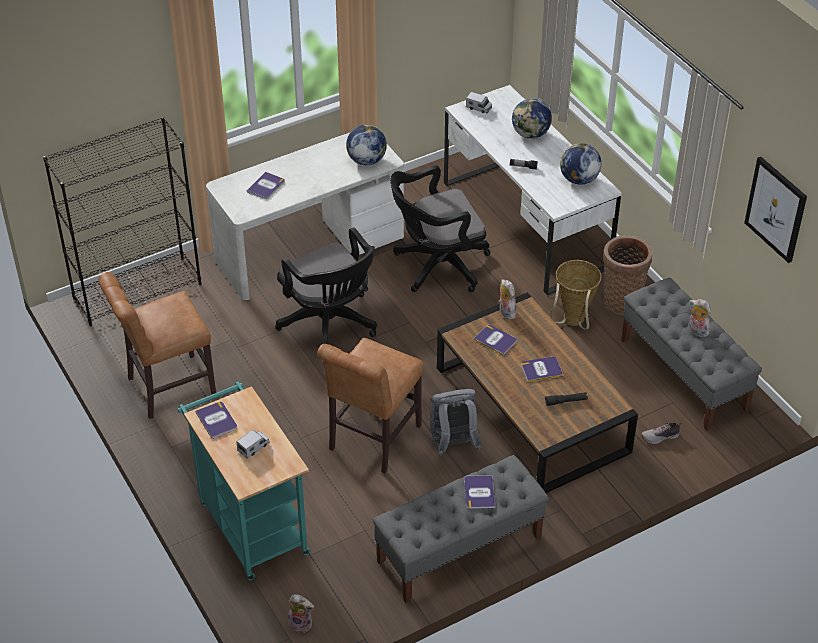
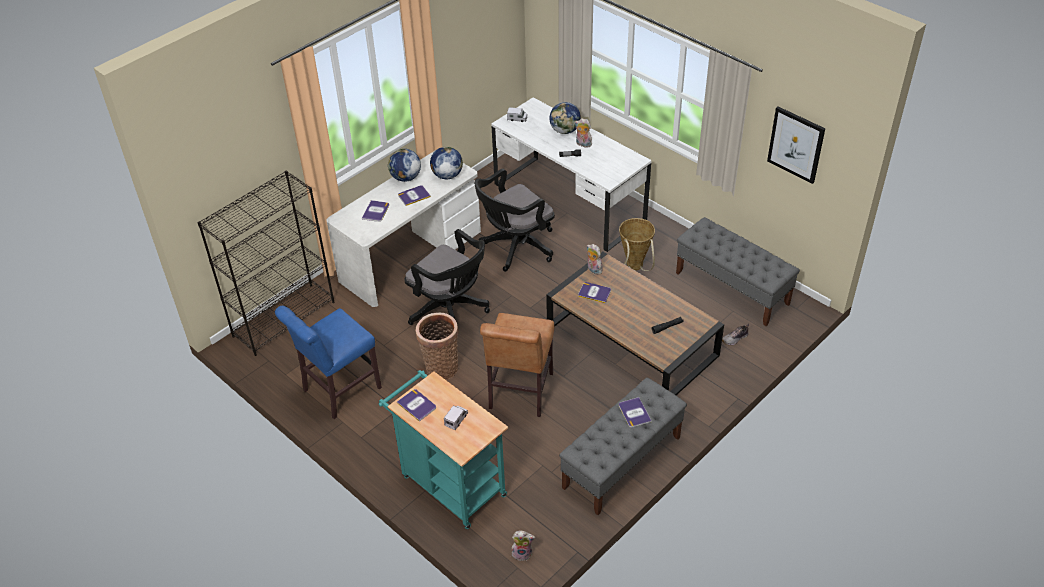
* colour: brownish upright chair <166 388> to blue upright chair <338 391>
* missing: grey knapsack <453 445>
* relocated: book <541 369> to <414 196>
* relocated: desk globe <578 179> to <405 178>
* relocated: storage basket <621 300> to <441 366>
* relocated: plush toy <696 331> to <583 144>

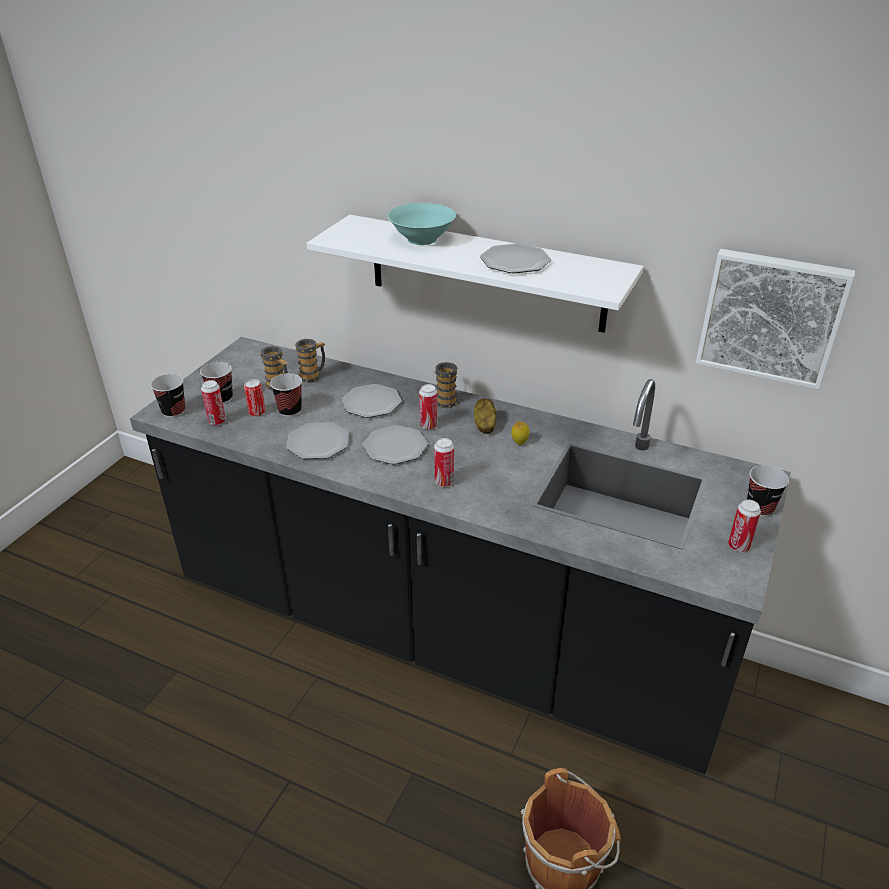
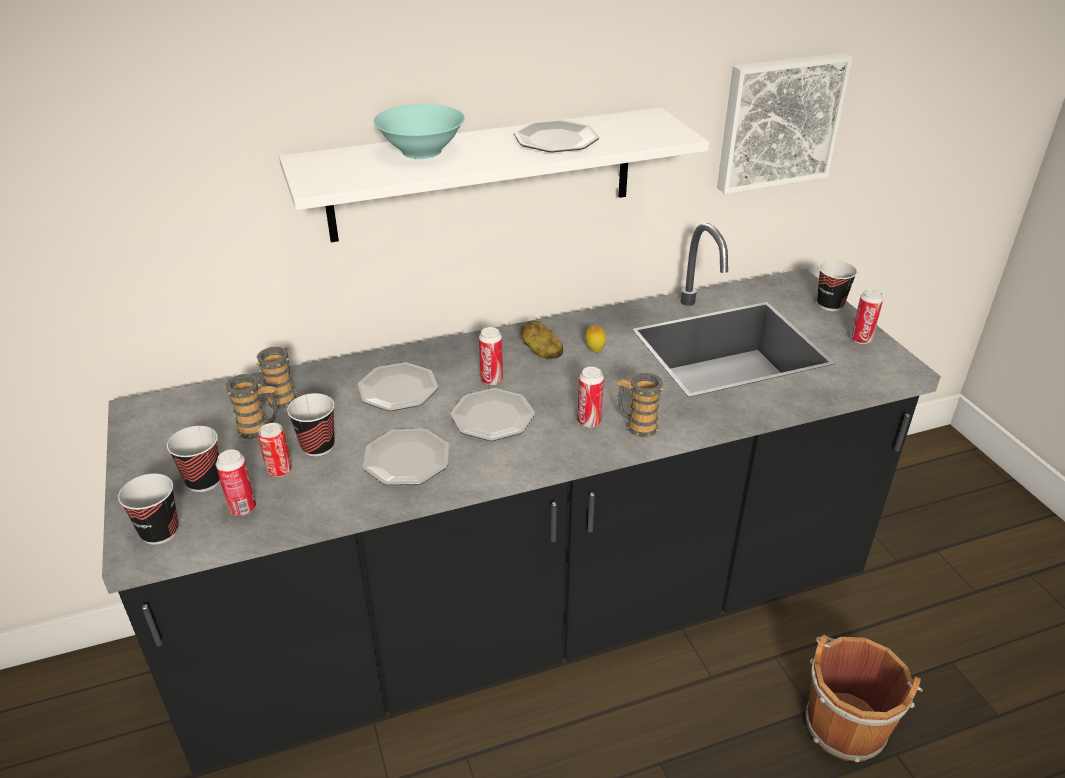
* relocated: mug <445 400> to <636 426>

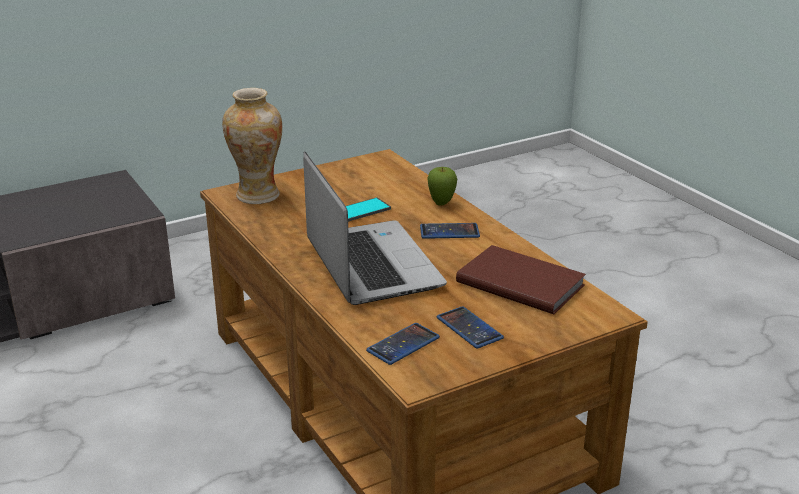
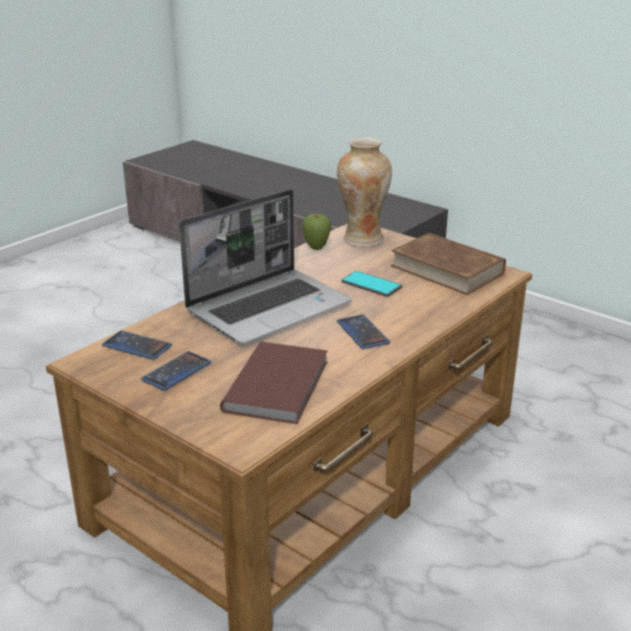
* relocated: apple fruit <441 204> to <316 249>
* appeared: brownish book <446 269>

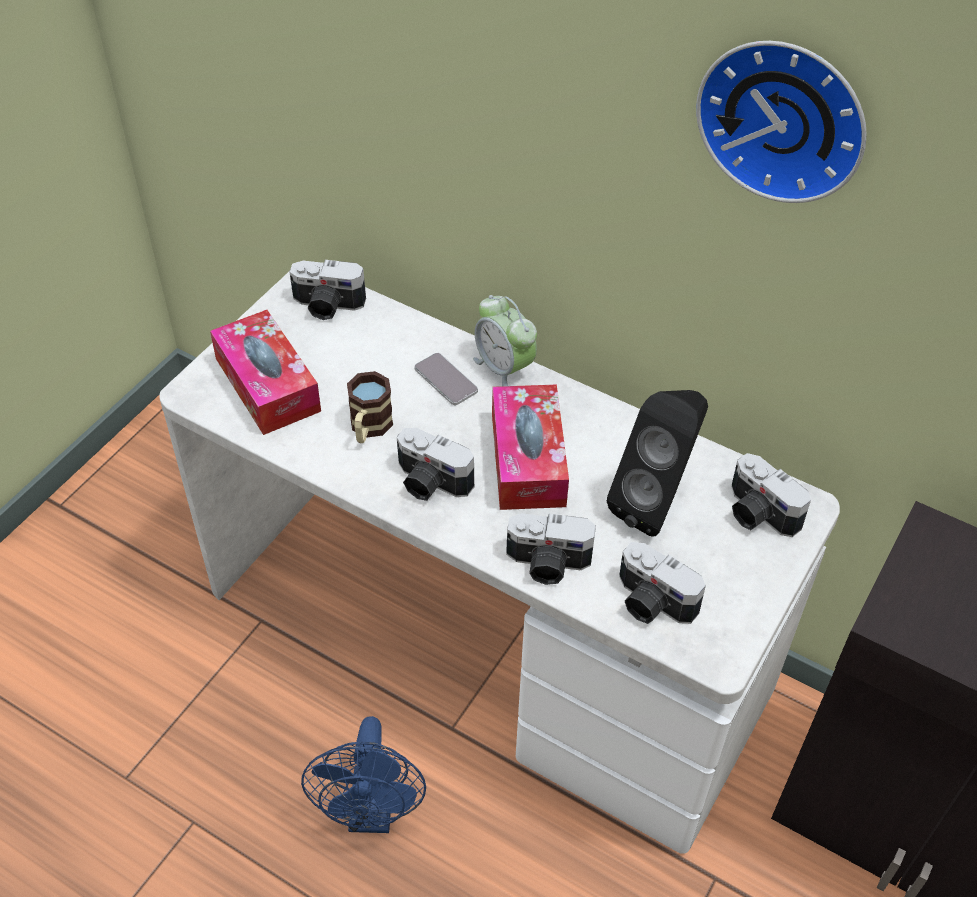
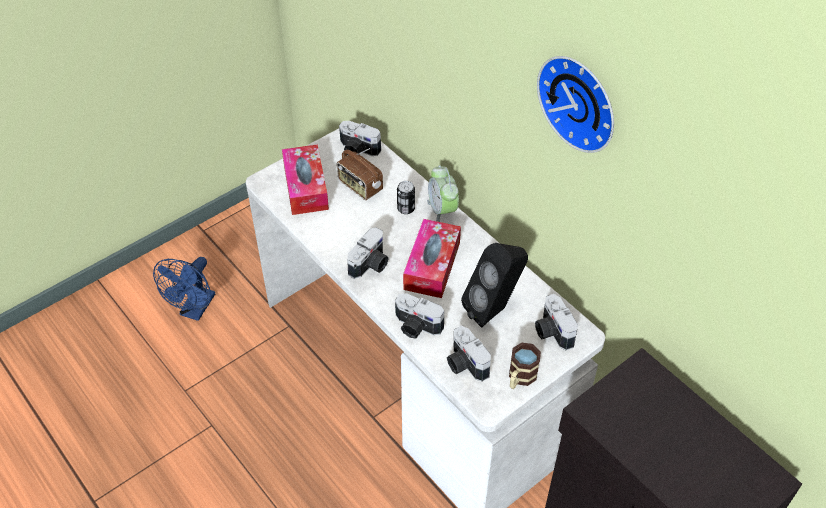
* relocated: blue fan <372 813> to <195 310>
* relocated: mug <369 428> to <520 378>
* spun: still camera <430 483> = <371 265> 105 degrees counterclockwise
* exchanged: handset <446 380> to metal can <406 209>
* appeared: radio <359 186>

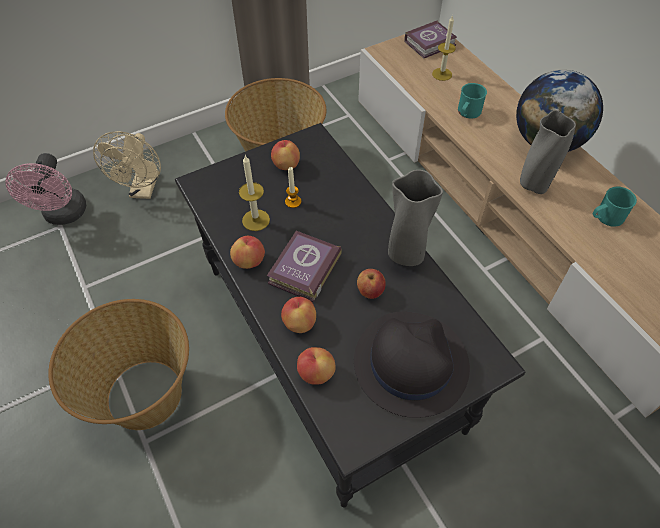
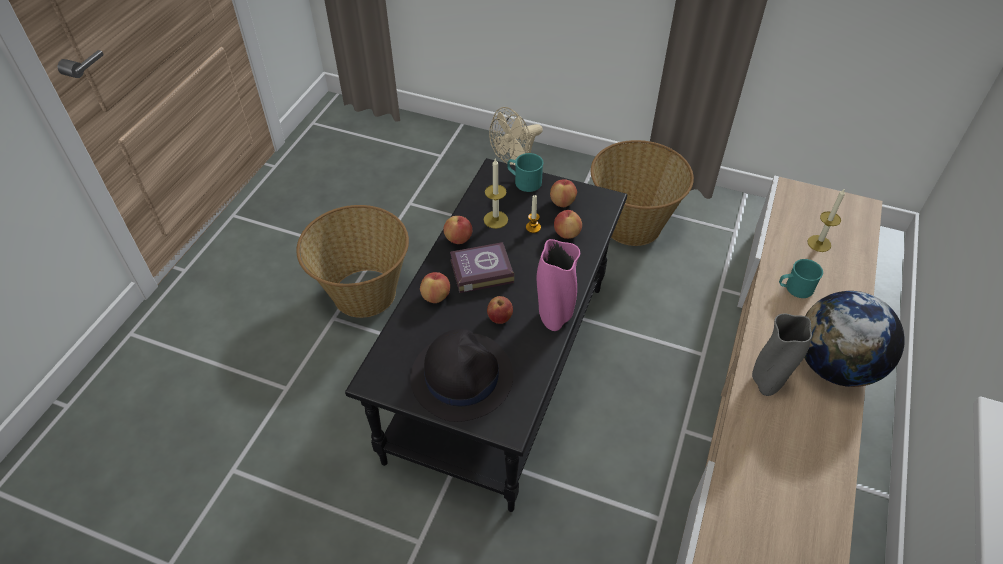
* missing: pink fan <64 215>
* relocated: apple fruit <316 373> to <567 233>
* colour: grey decorative vase <406 255> to pink decorative vase <554 319>
* missing: book <431 43>
* relocated: turquoise mug <606 217> to <524 181>

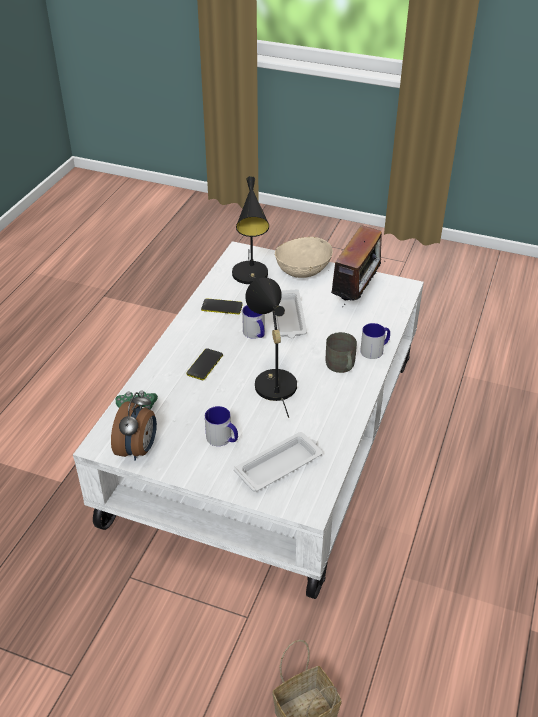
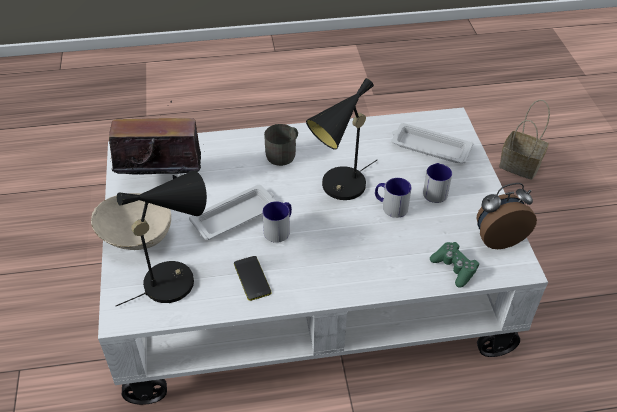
* missing: handset <204 364>
* relocated: mug <375 350> to <390 206>

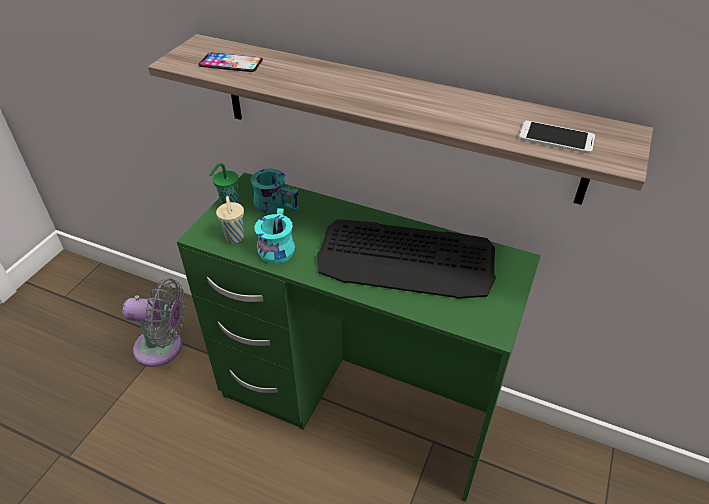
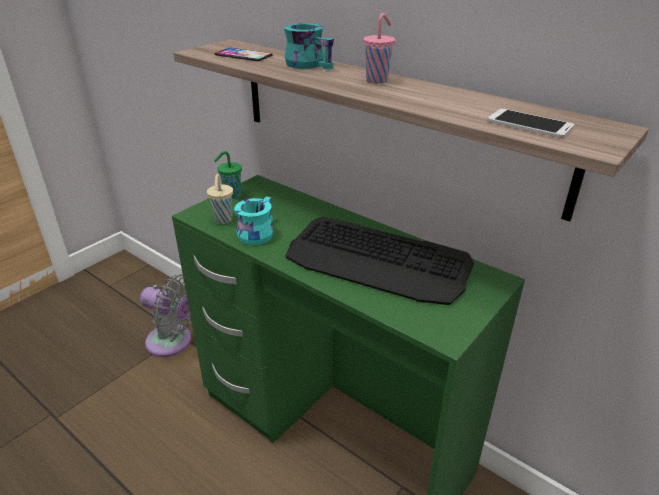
* relocated: turquoise mug <277 203> to <311 64>
* appeared: pink small cup <378 80>

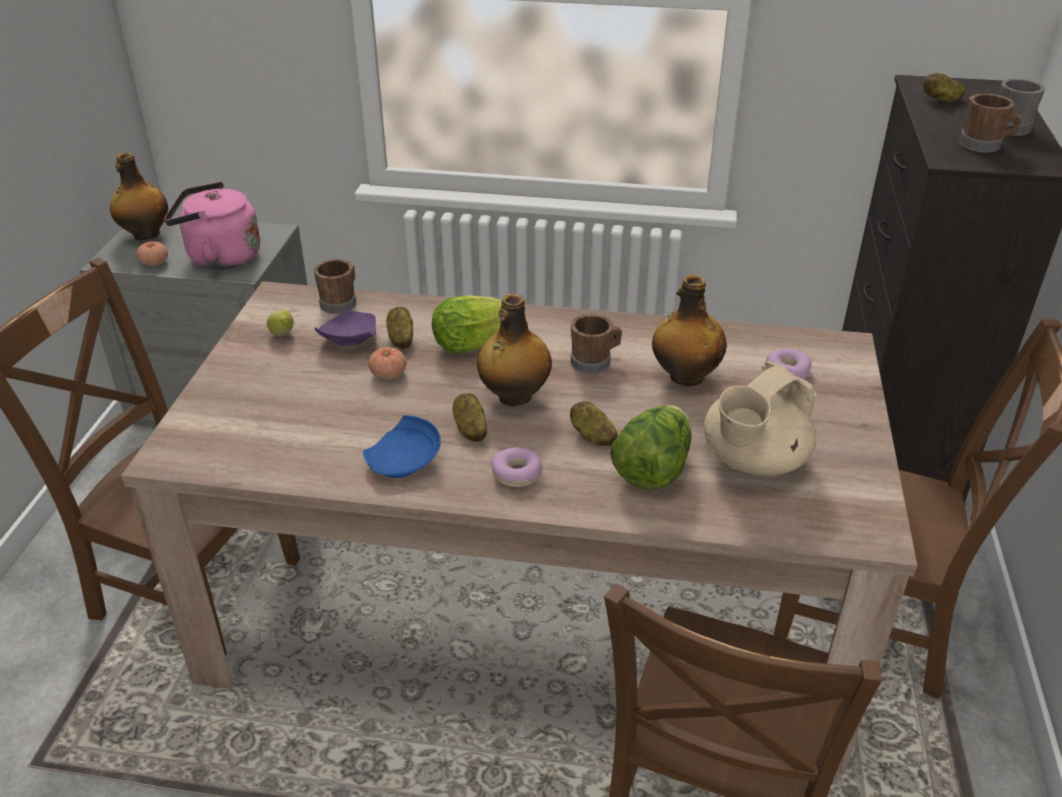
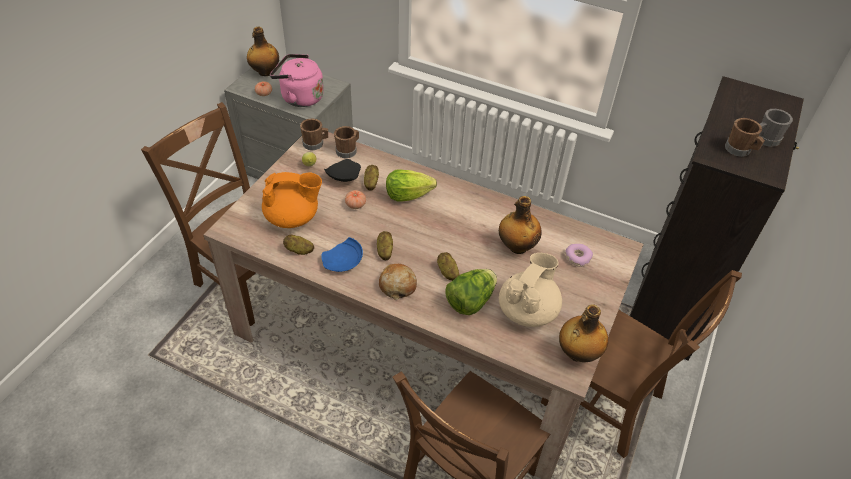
* colour: purple plate <348 339> to blackish plate <343 176>
* relocated: drink bottle <513 397> to <577 353>
* exchanged: donut <517 474> to bakery bread <397 285>
* relocated: brownish mug <595 362> to <315 144>
* spun: beige-coloured teapot <753 461> = <527 310> 150 degrees clockwise
* relocated: whole potato <941 100> to <299 250>
* appeared: orange teapot <293 218>

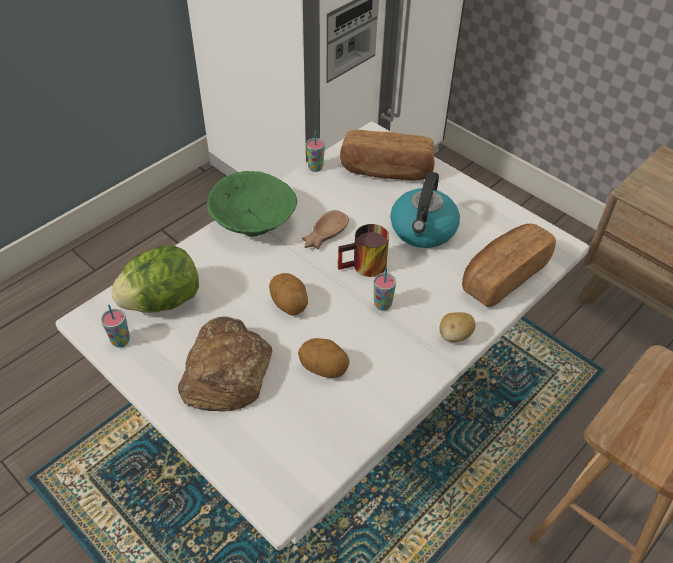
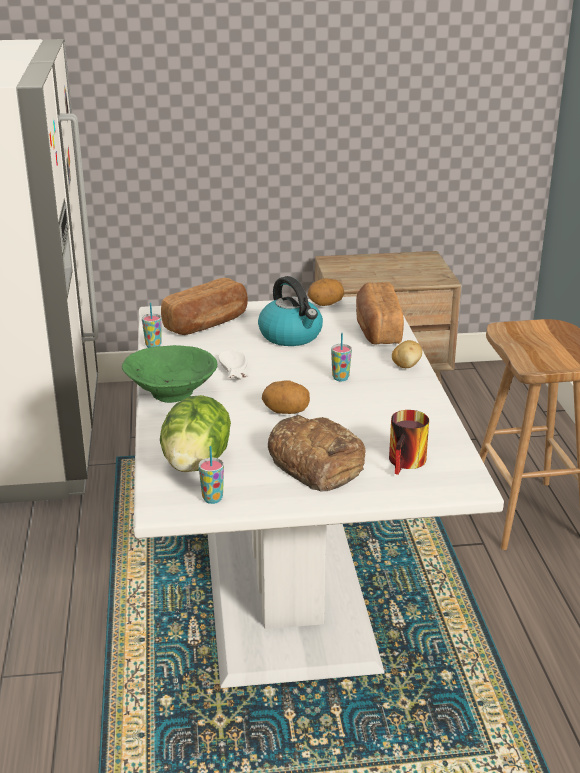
* relocated: whole potato <324 368> to <325 304>
* colour: brownish bowl <323 234> to white bowl <233 371>
* relocated: mug <364 268> to <408 463>

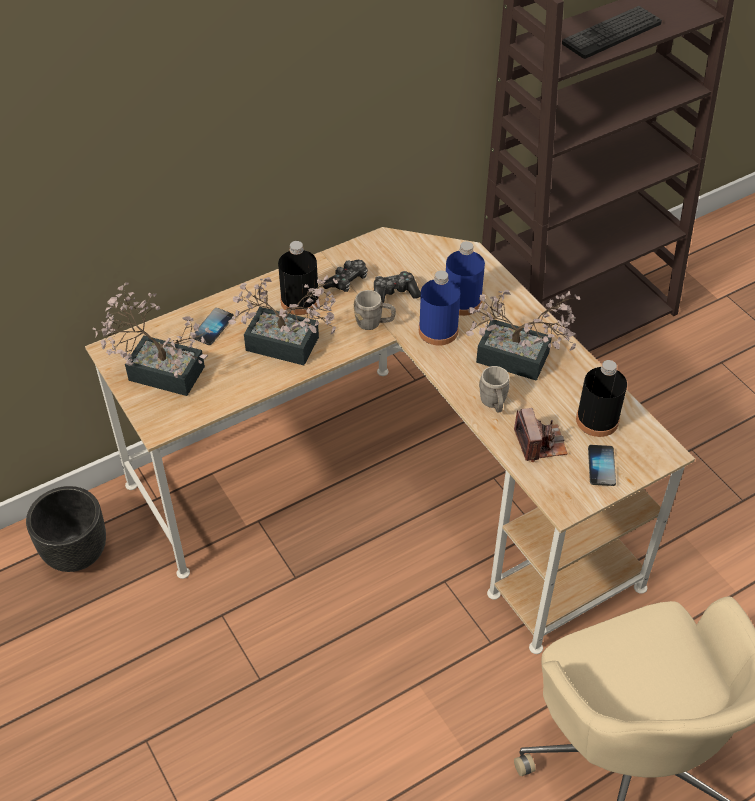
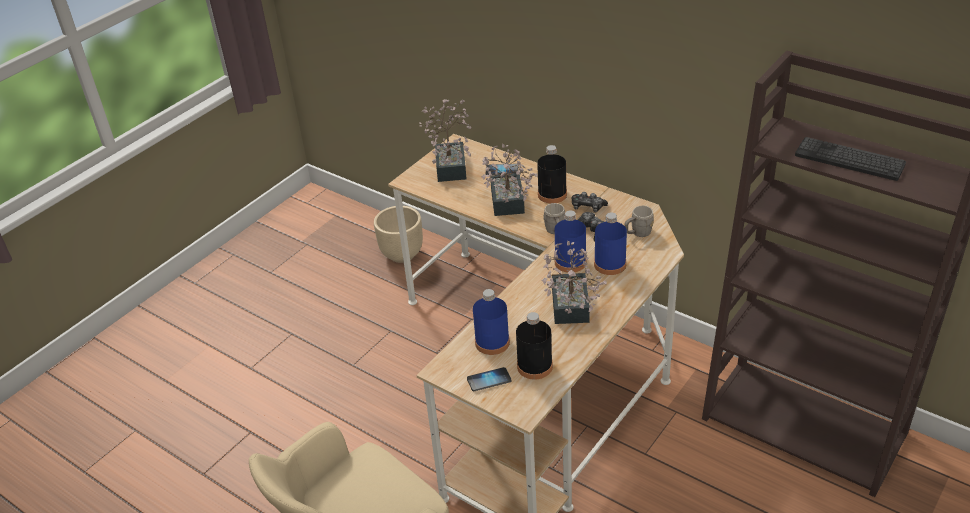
* colour: blackish planter <75 555> to beige-coloured planter <401 254>
* relocated: grey mug <494 404> to <638 233>
* exchanged: still camera <540 443> to blue drink bottle <492 342>

